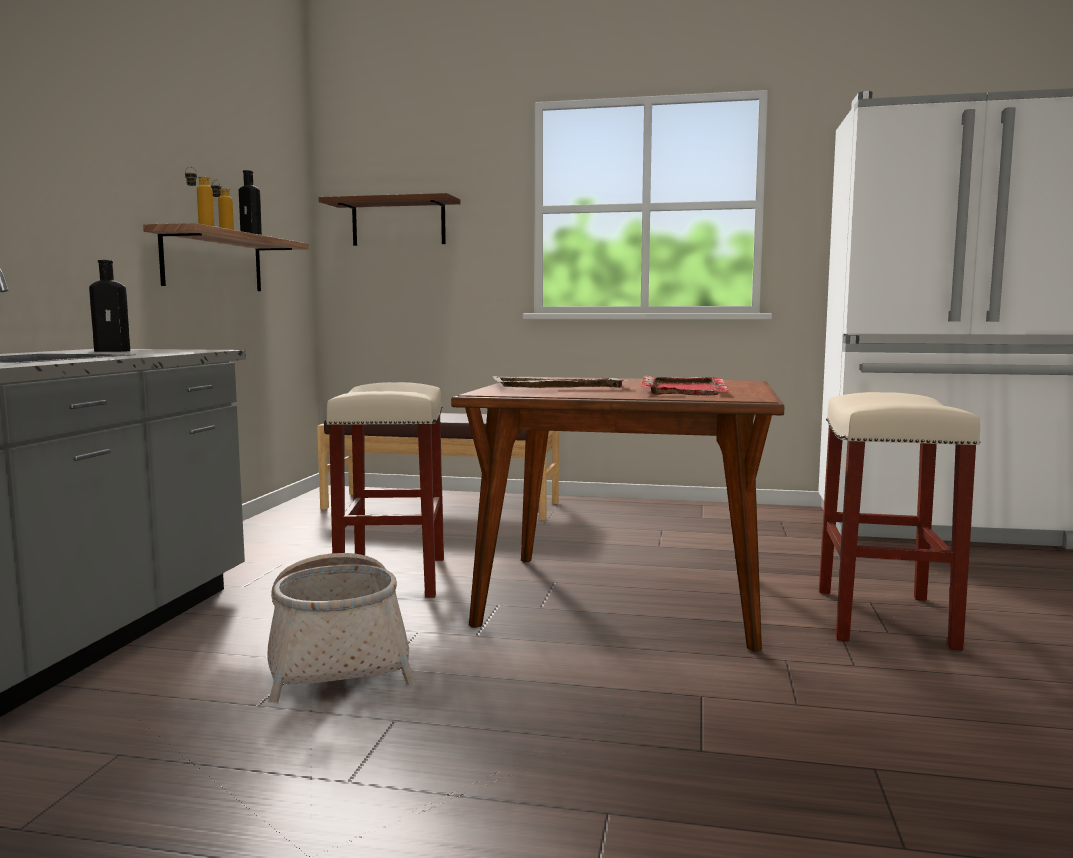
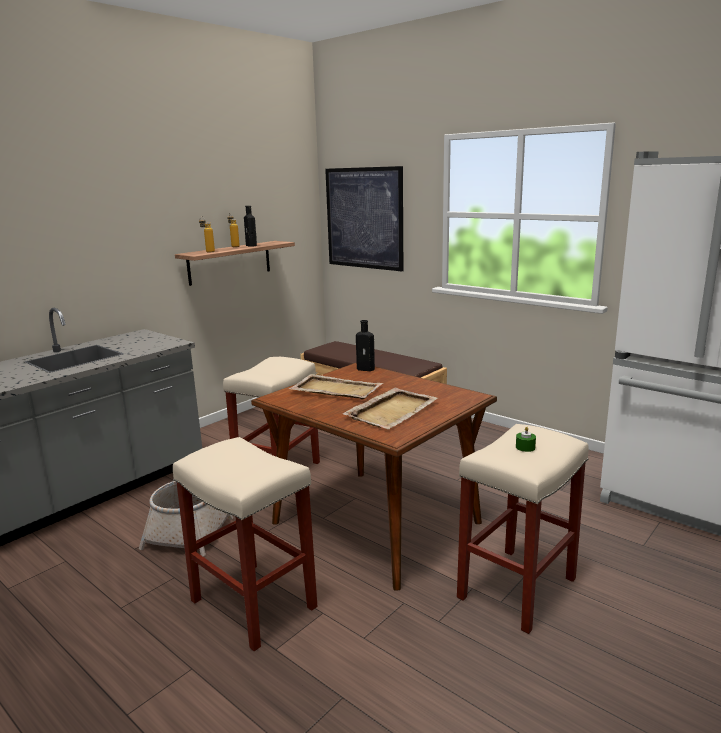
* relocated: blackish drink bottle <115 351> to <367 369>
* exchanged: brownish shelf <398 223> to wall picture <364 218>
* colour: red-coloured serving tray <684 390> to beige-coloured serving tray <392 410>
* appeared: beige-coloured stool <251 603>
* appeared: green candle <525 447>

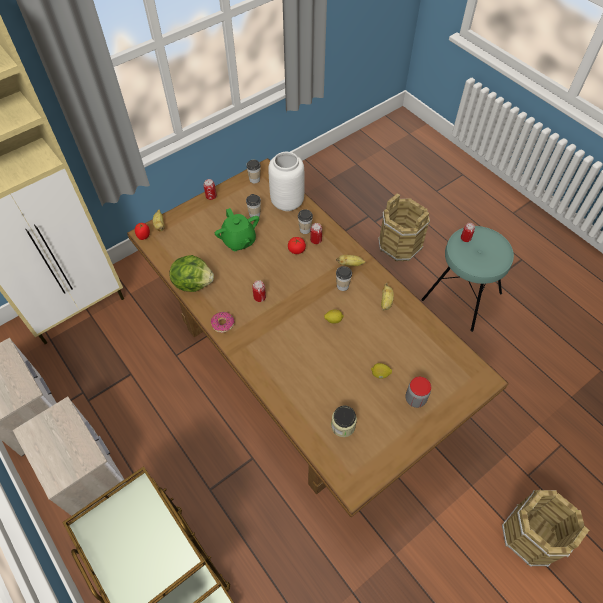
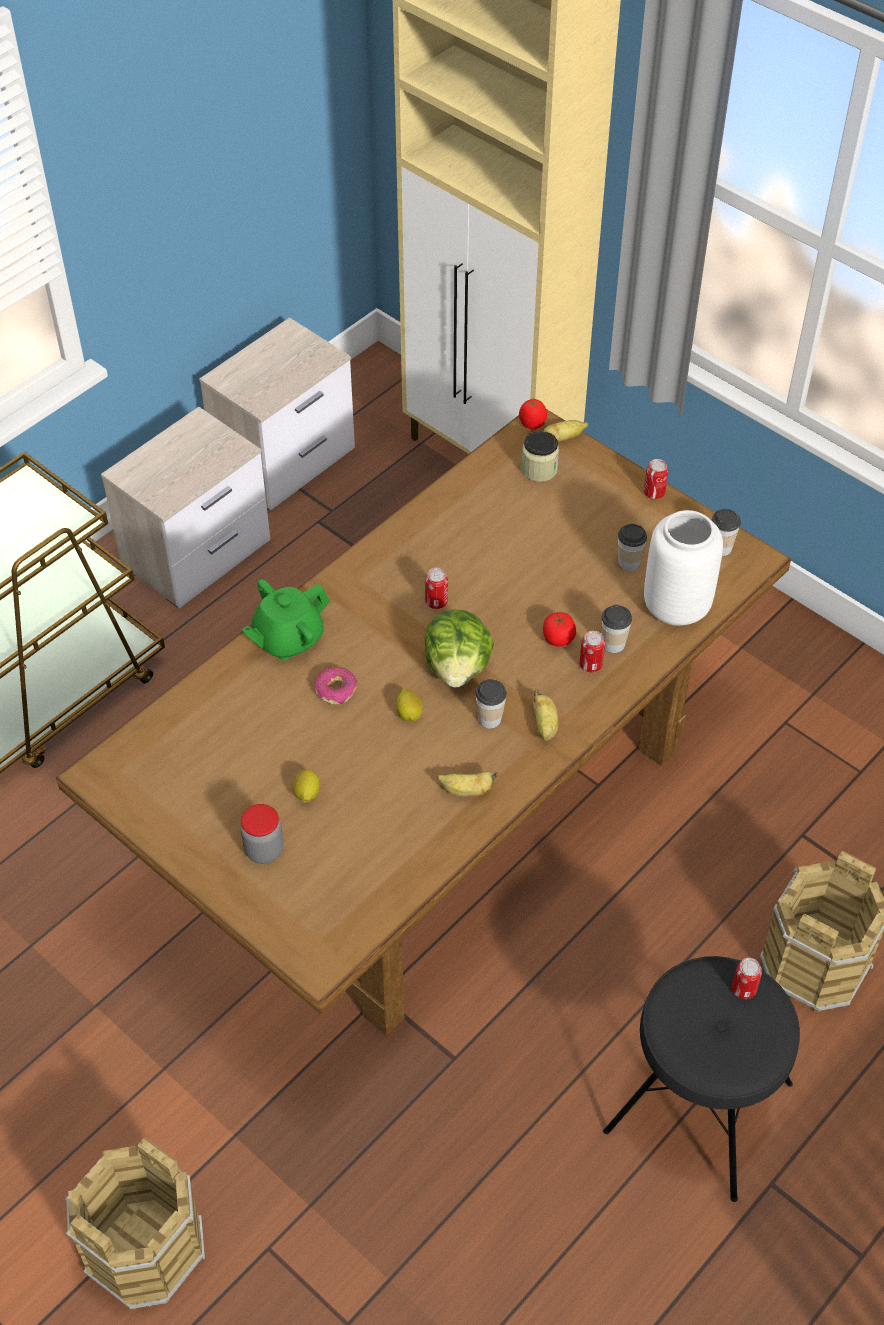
* relocated: lettuce <193 283> to <458 667>
* relocated: donut <223 324> to <336 690>
* relocated: green teapot <239 241> to <288 639>
* relocated: preserve jar <343 426> to <539 469>
* colour: turquoise stool <461 296> to blackish stool <698 1107>

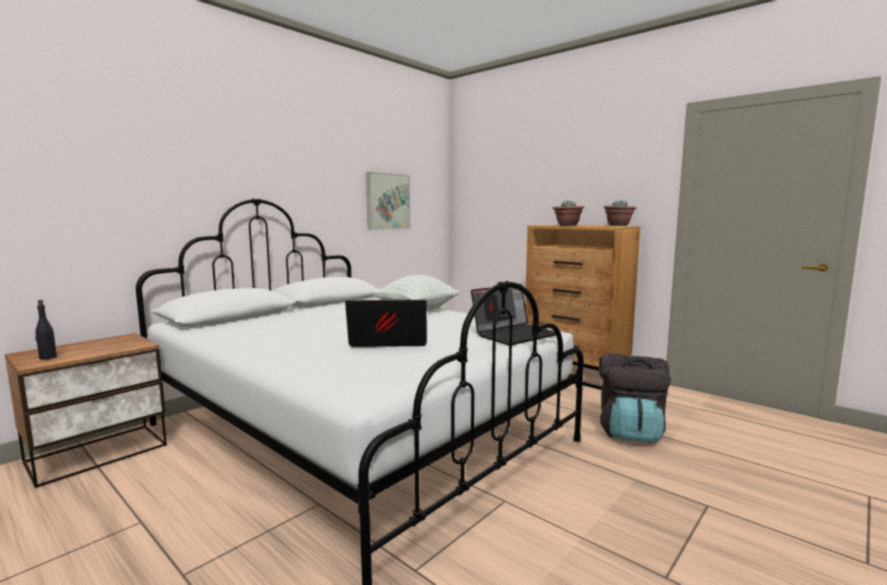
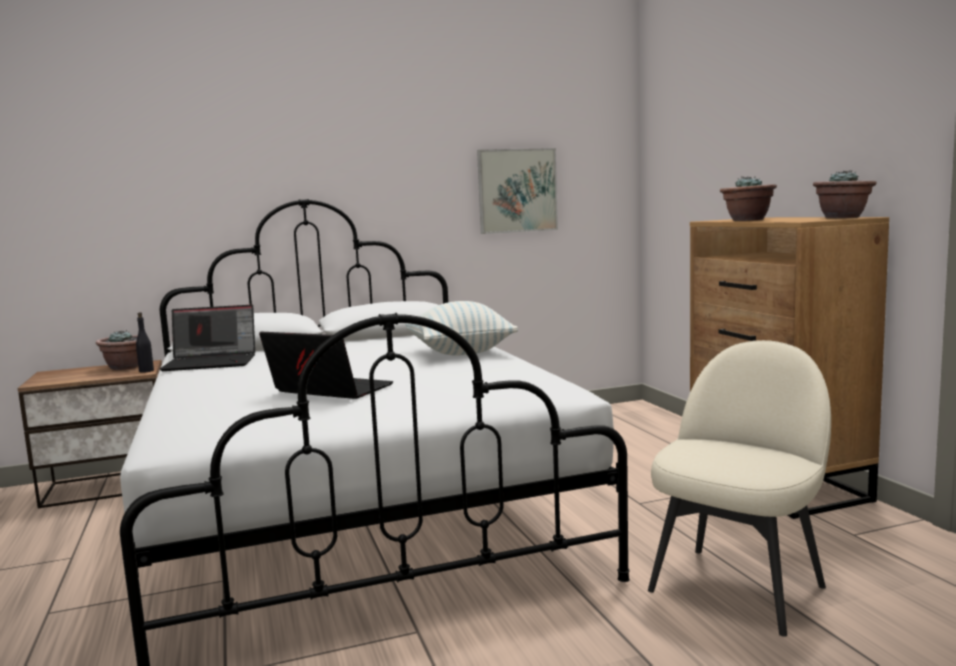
* relocated: blackish drink bottle <47 357> to <146 371>
* relocated: notebook computer <515 334> to <212 362>
* exchanged: blackish knapsack <630 431> to beige-coloured upright chair <738 586>
* appeared: potted plant <125 367>

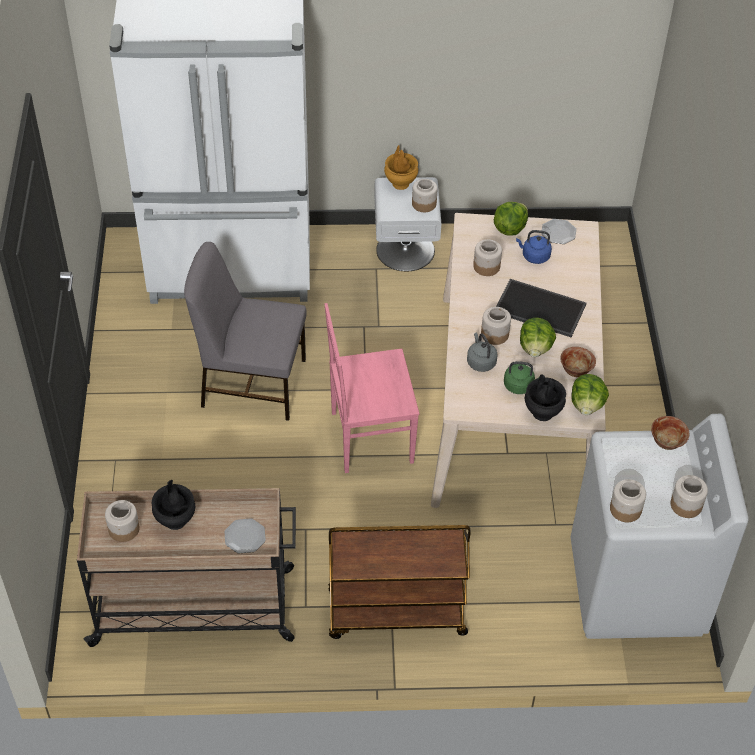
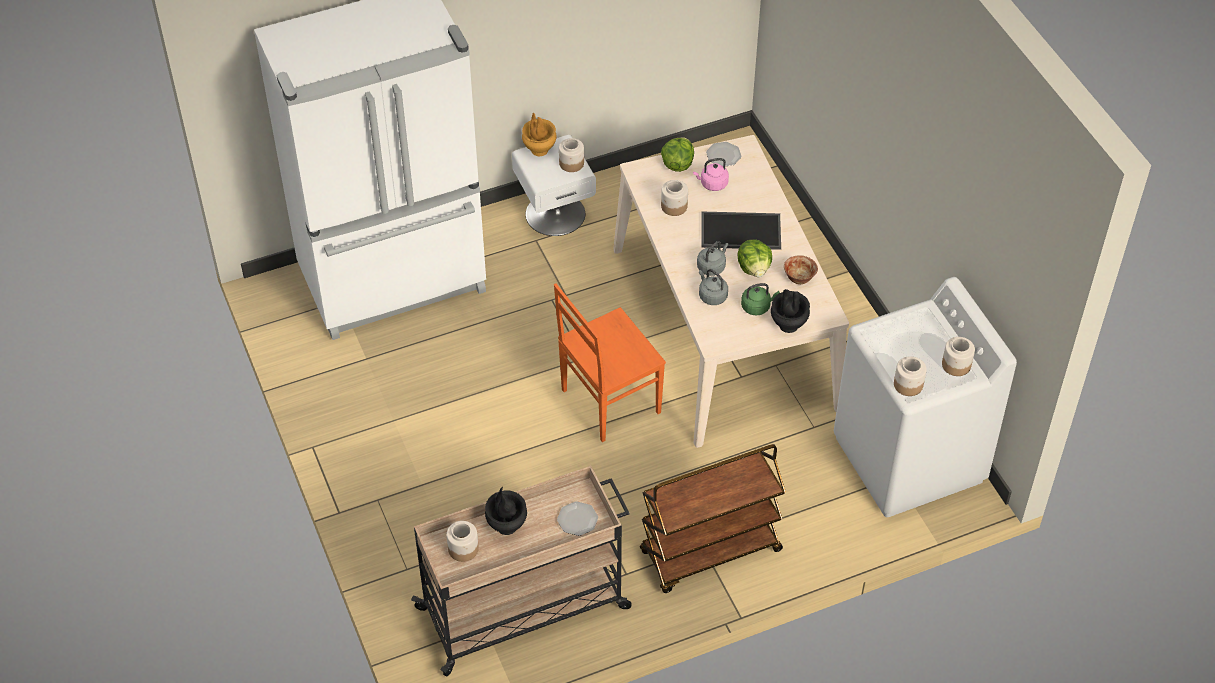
* missing: grey upright chair <251 382>
* colour: pink upright chair <369 437> to orange upright chair <608 402>
* exchanged: preserve jar <495 334> to grey tea kettle <712 267>
* colour: blue tea kettle <534 256> to pink tea kettle <712 184>
* missing: lettuce <587 405>
* missing: bowl <667 442>

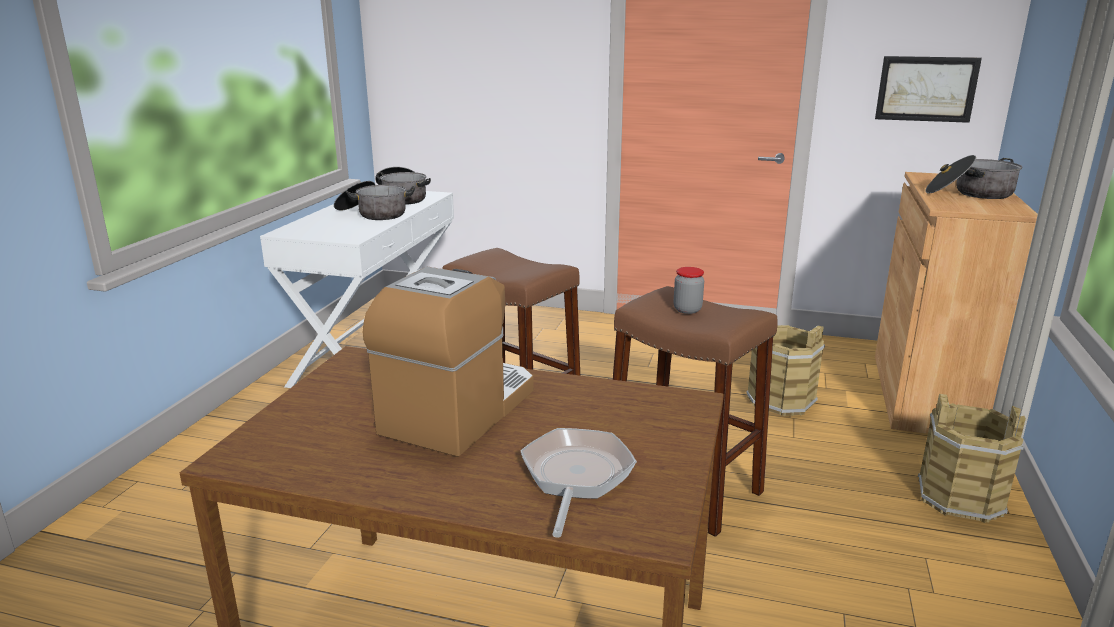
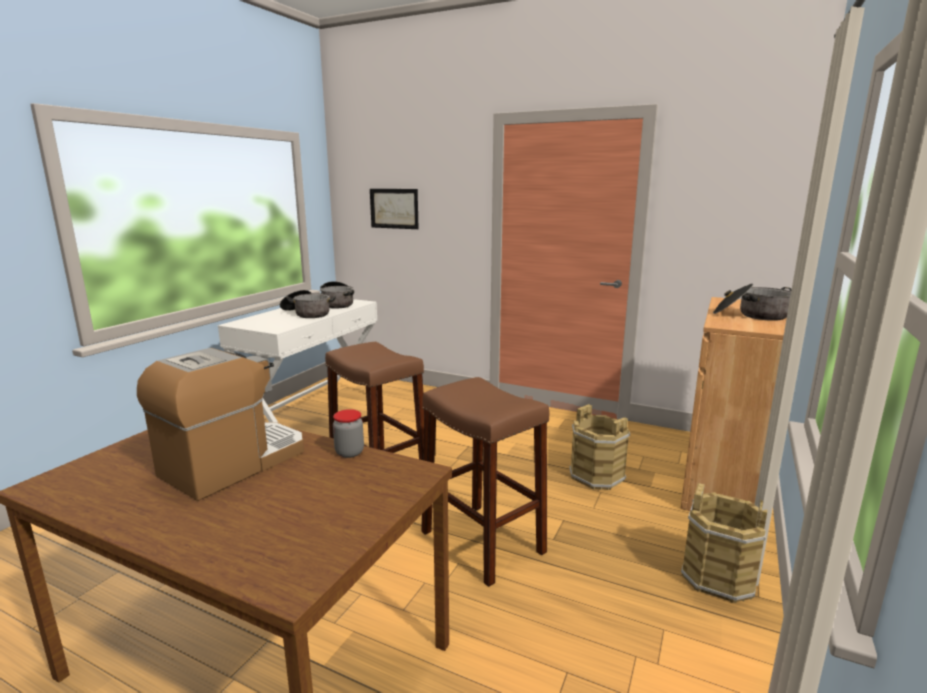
* missing: skillet <575 477>
* relocated: preserve jar <687 309> to <349 452>
* relocated: wall picture <926 89> to <394 208>

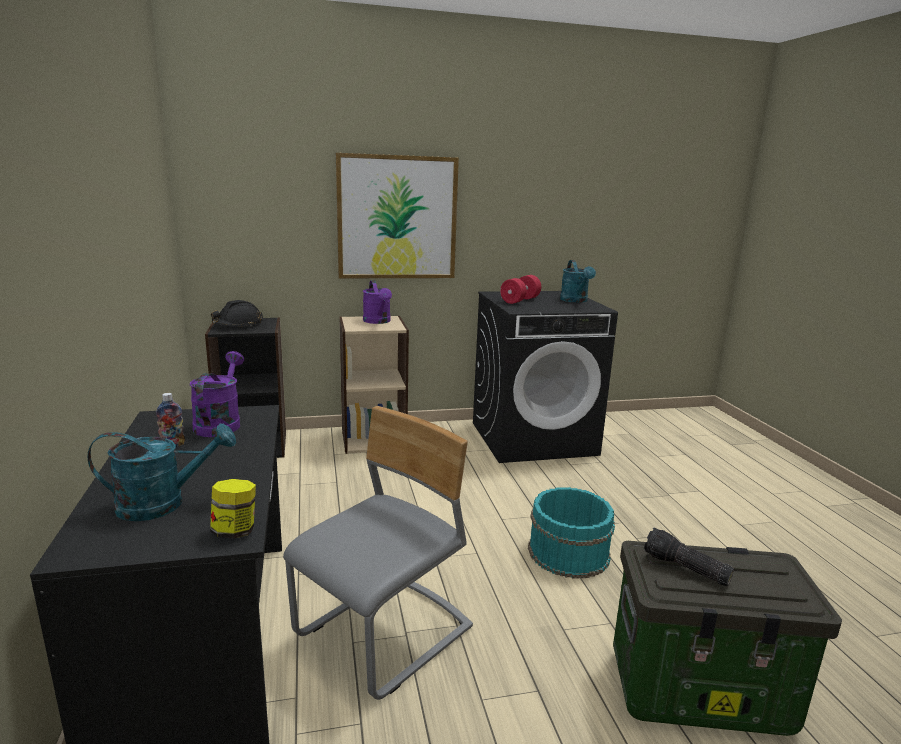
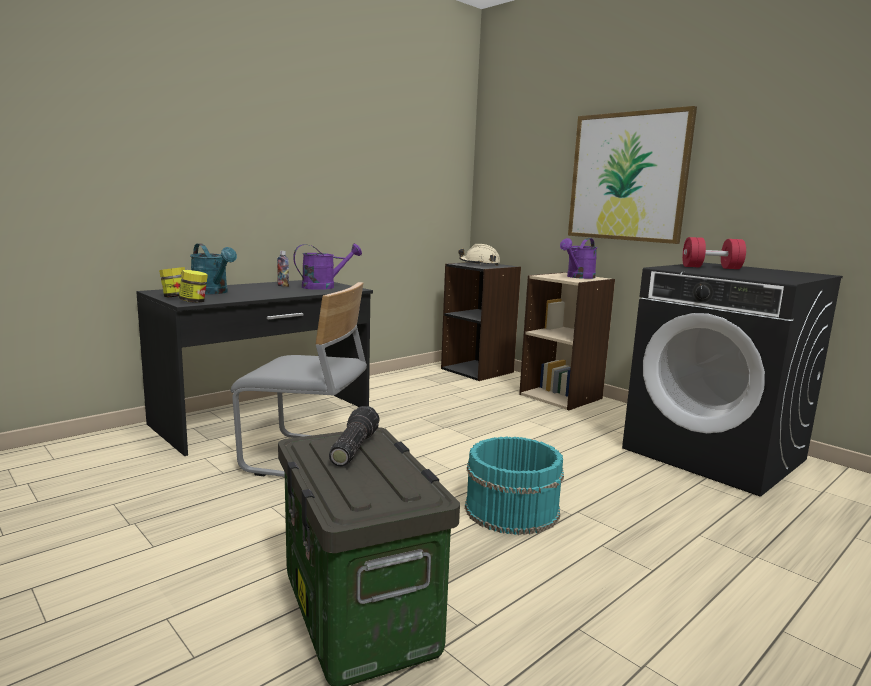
* colour: blackish hard hat <238 325> to beige-coloured hard hat <479 264>
* missing: turquoise watering pot <575 301>
* appeared: preserve jar <175 297>

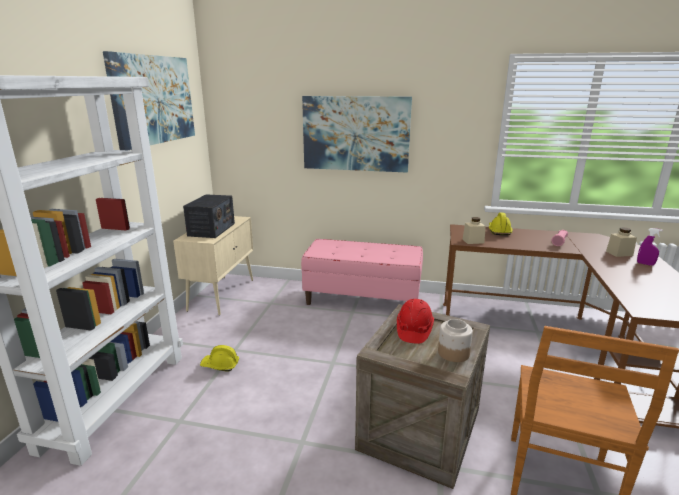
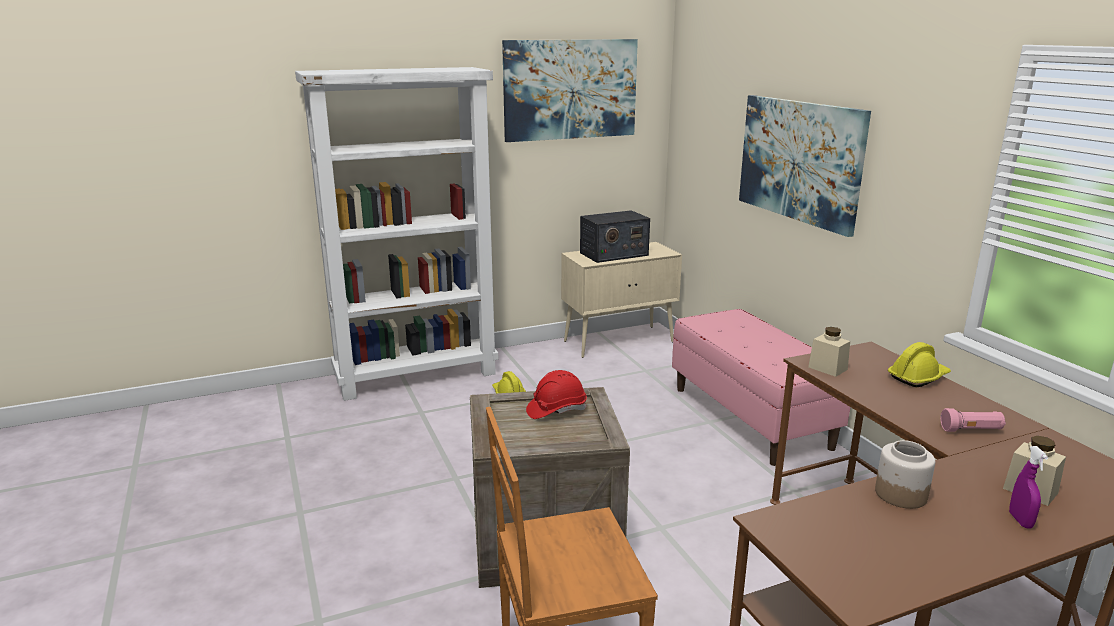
* relocated: preserve jar <453 353> to <900 494>

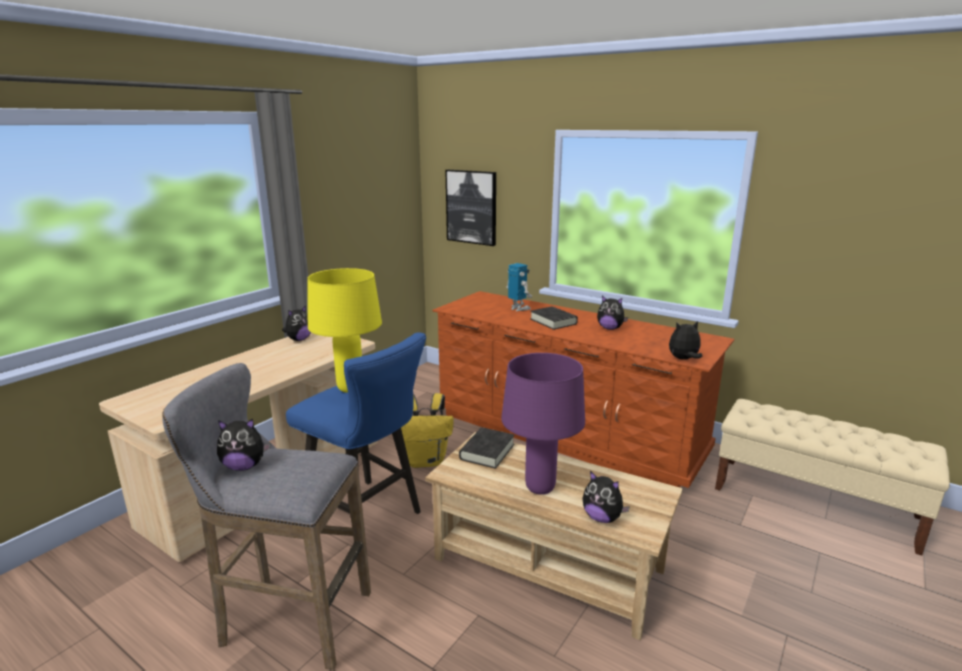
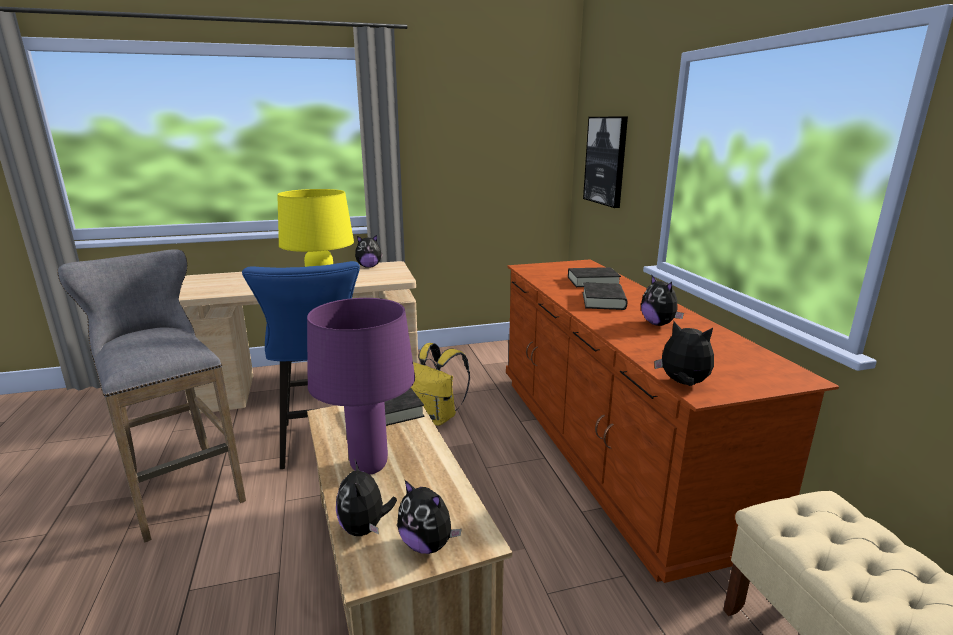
* relocated: plush toy <244 466> to <427 544>
* exchanged: toy robot <518 309> to blackish book <593 281>

